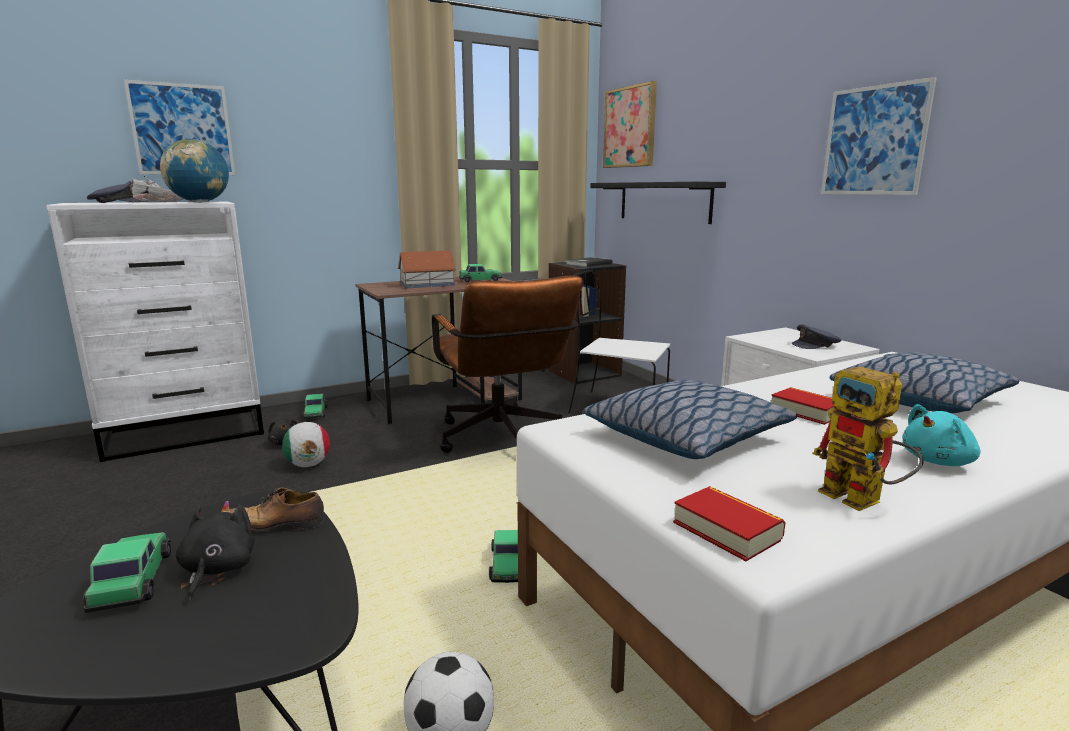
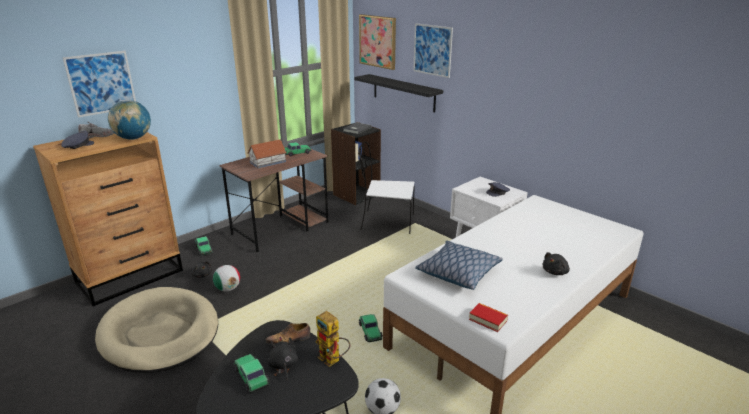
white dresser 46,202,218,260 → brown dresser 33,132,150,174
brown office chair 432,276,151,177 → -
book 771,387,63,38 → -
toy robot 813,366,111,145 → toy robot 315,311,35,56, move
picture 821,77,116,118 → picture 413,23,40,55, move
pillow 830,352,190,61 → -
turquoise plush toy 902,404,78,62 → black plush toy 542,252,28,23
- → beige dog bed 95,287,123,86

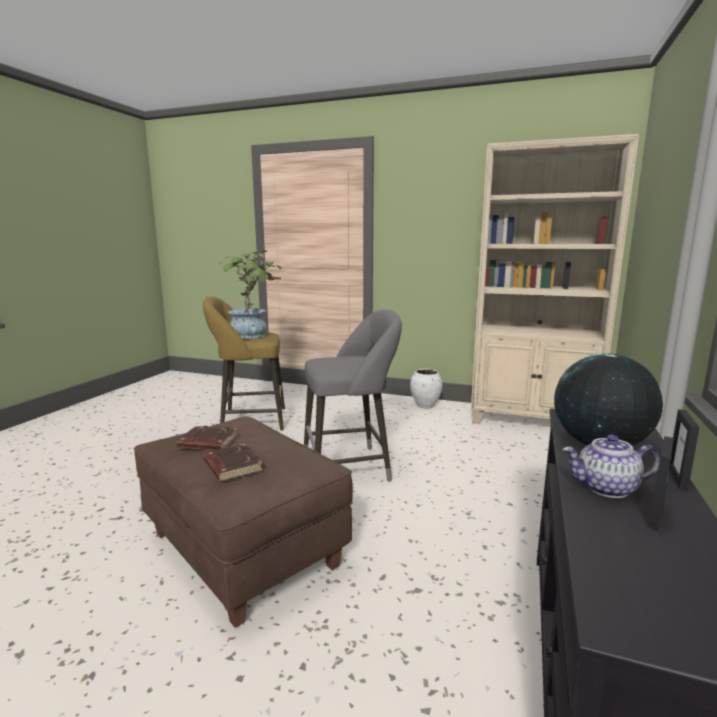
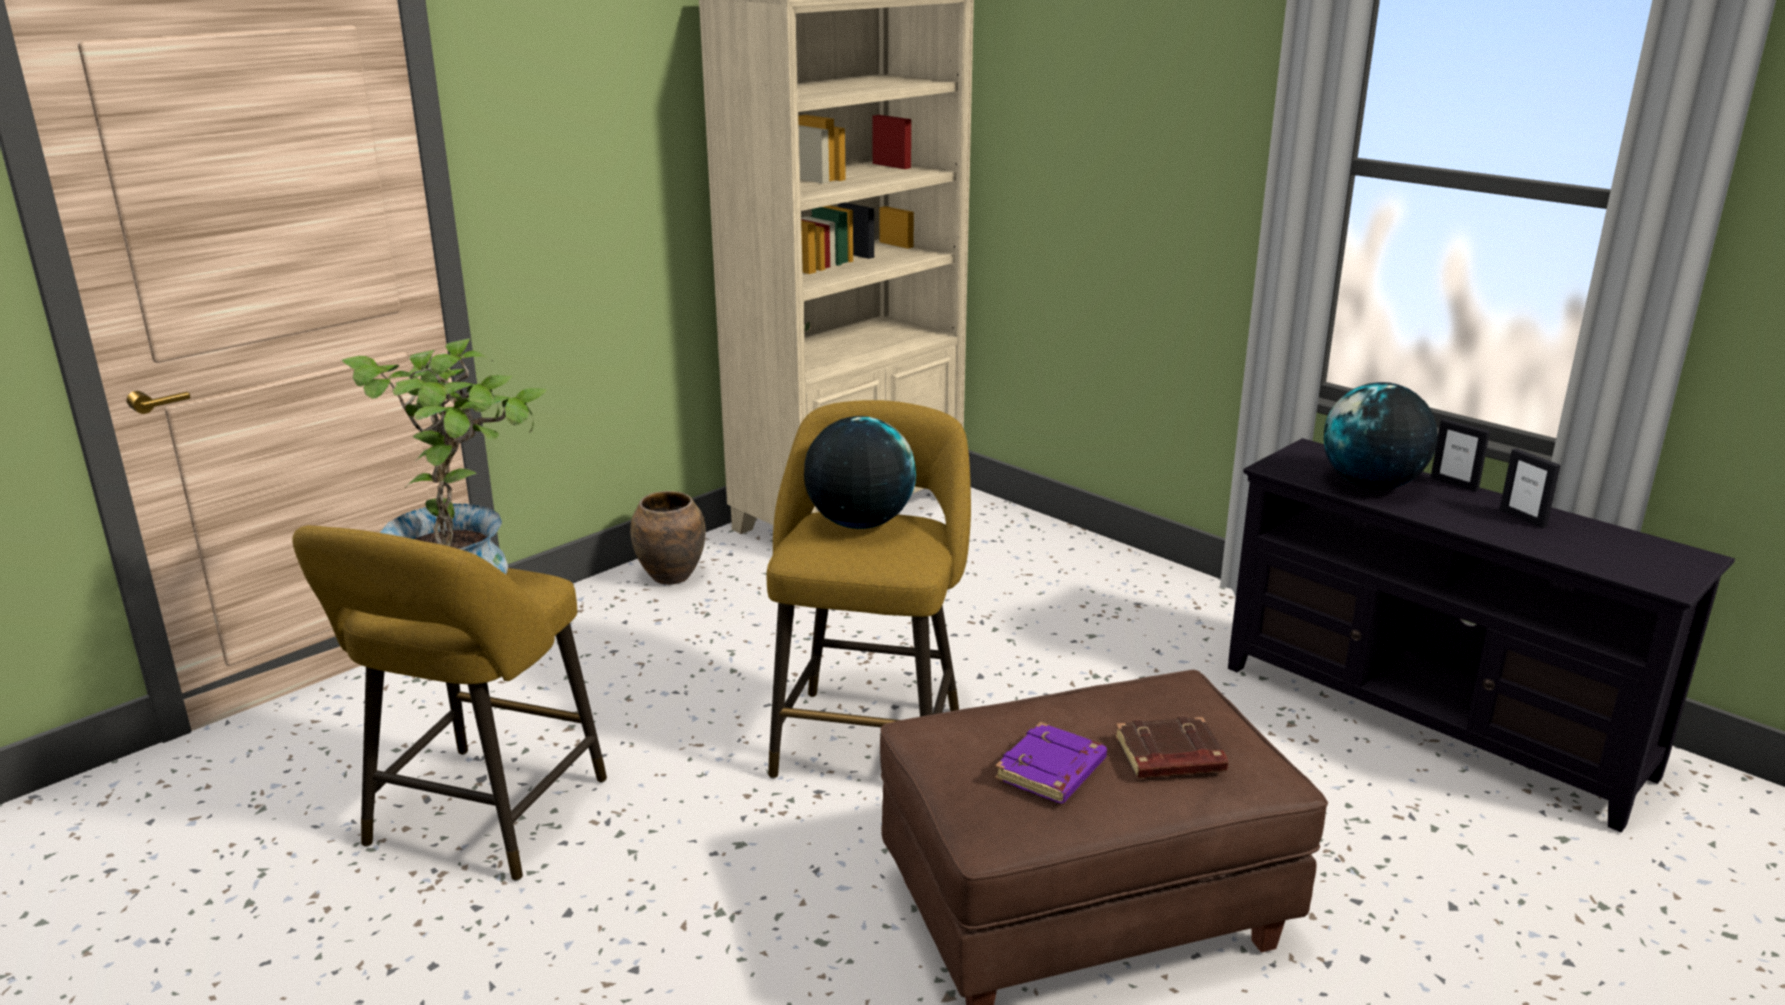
brown book 176,426,62,25 → purple book 995,722,112,81
grey stool 304,309,98,173 → yellow stool 767,400,204,379
white vase 410,368,33,41 → brown vase 630,491,76,94
teapot 563,434,97,64 → -
- → globe 804,416,112,113

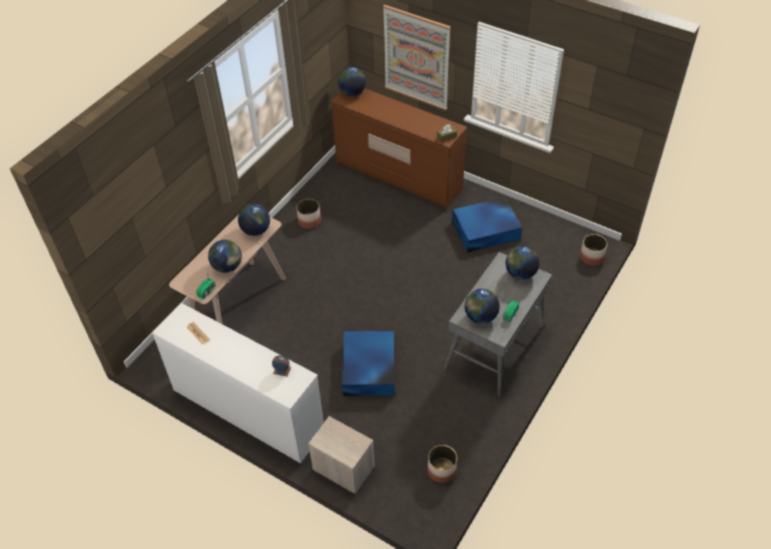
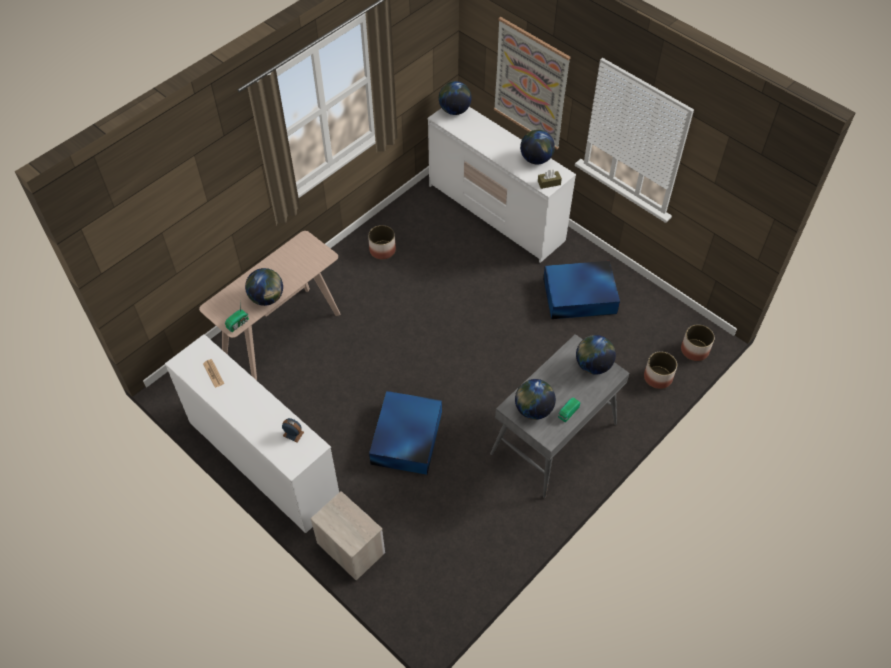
globe 238,204,32,32 → globe 520,130,35,34, move
brown dresser 331,88,136,121 → white dresser 427,107,149,156
planter 427,445,30,38 → planter 644,352,33,37, move

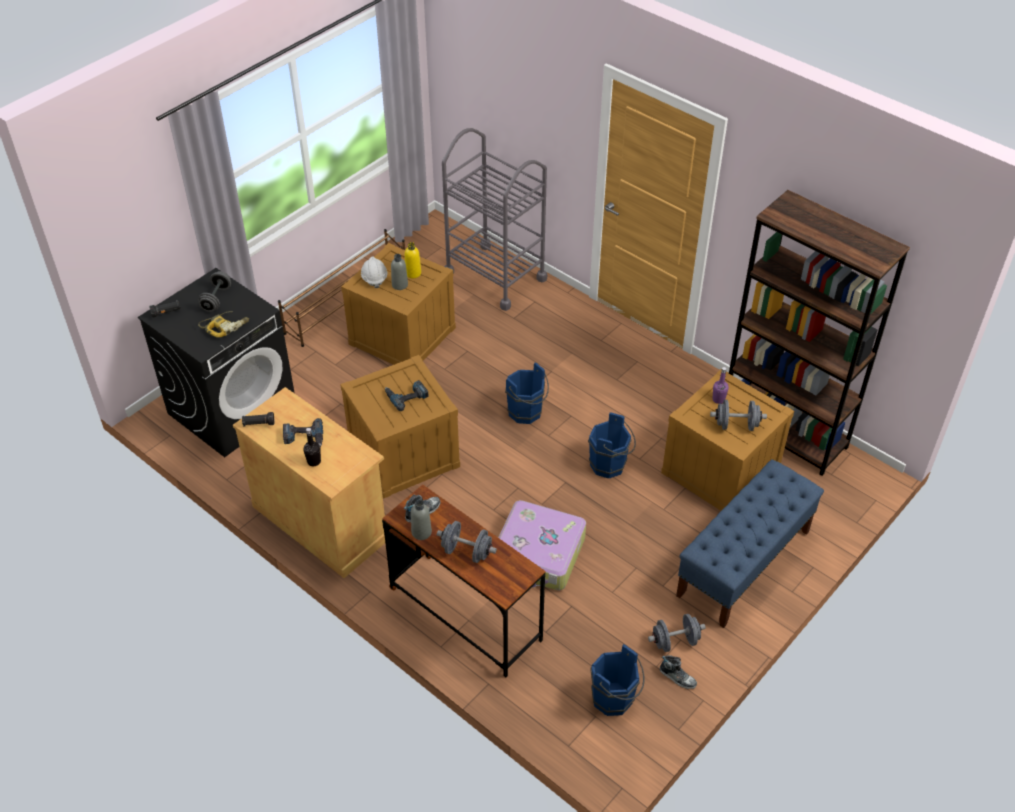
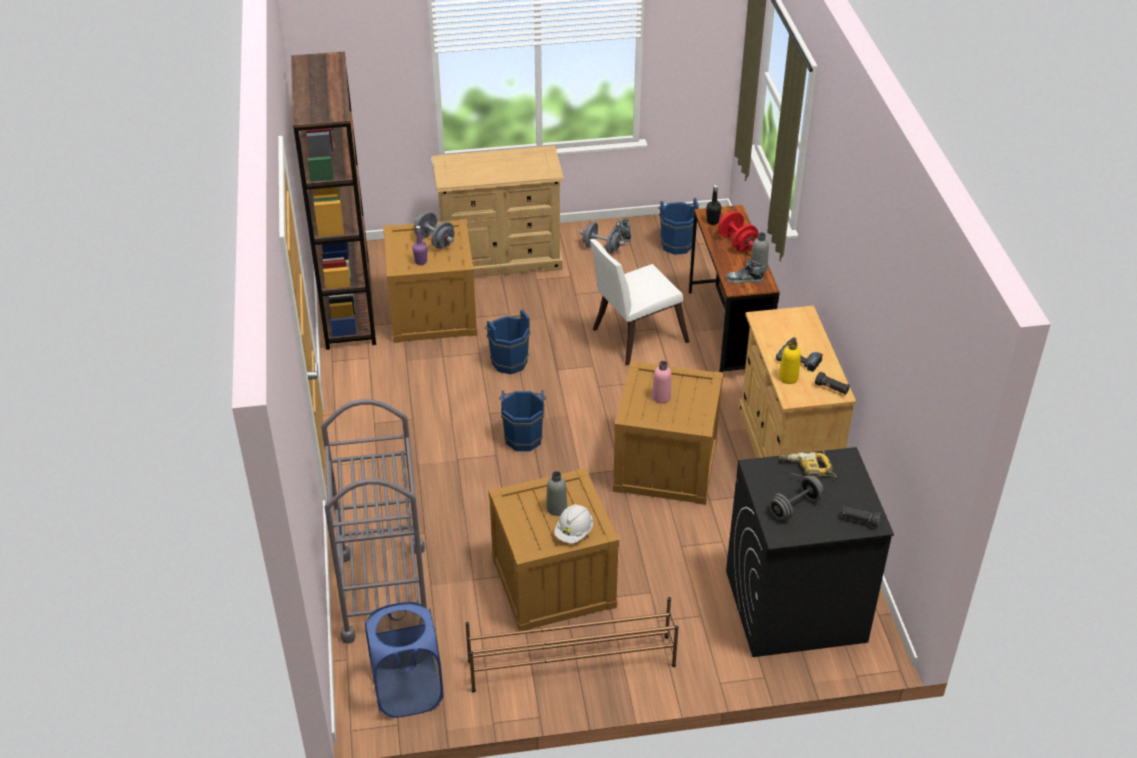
black bottle 303,428,18,38 → black bottle 706,185,15,40, move
power drill 385,380,44,31 → pink bottle 652,361,20,42
yellow bottle 405,242,16,36 → yellow bottle 779,340,22,44, move
grey dumbbell 437,521,60,42 → red dumbbell 718,211,40,40
suitcase 498,500,88,90 → white chair 590,239,99,126
blue bench 676,459,148,169 → beige dresser 432,146,132,130
- → blue laundry basket 365,601,78,117

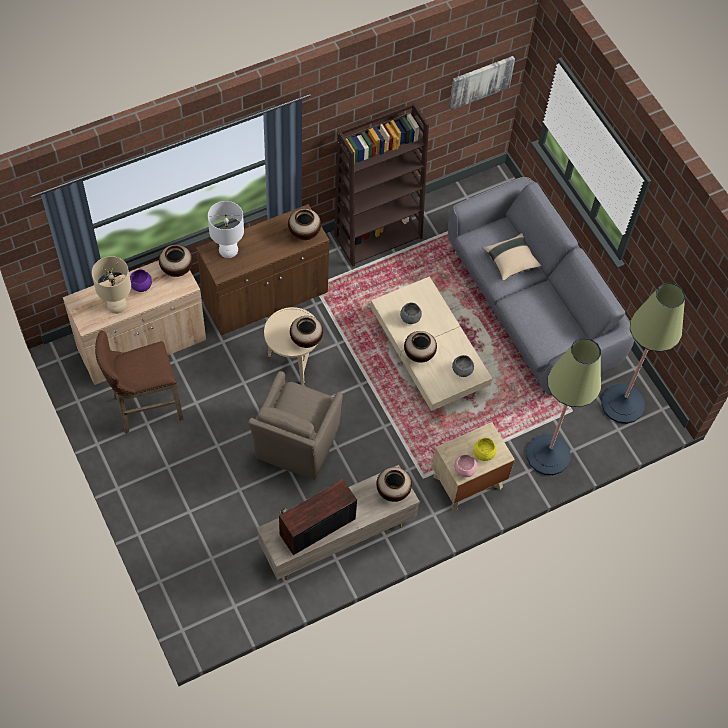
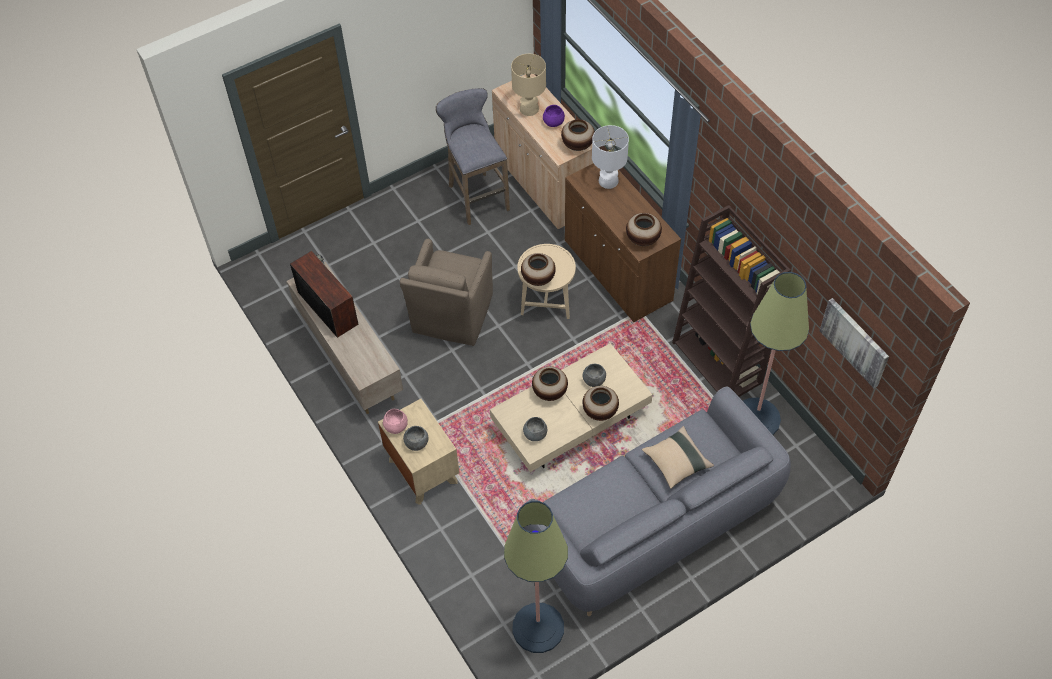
brown stool 95,330,89,104 → grey stool 436,88,74,137
brown armchair 249,371,94,109 → brown armchair 400,239,93,107, 90 degrees counterclockwise
vase 376,467,36,35 → vase 583,386,36,35, move
yellow bowl 473,438,24,23 → grey bowl 403,426,26,25
floor lamp 526,338,75,137 → floor lamp 743,272,66,163, move

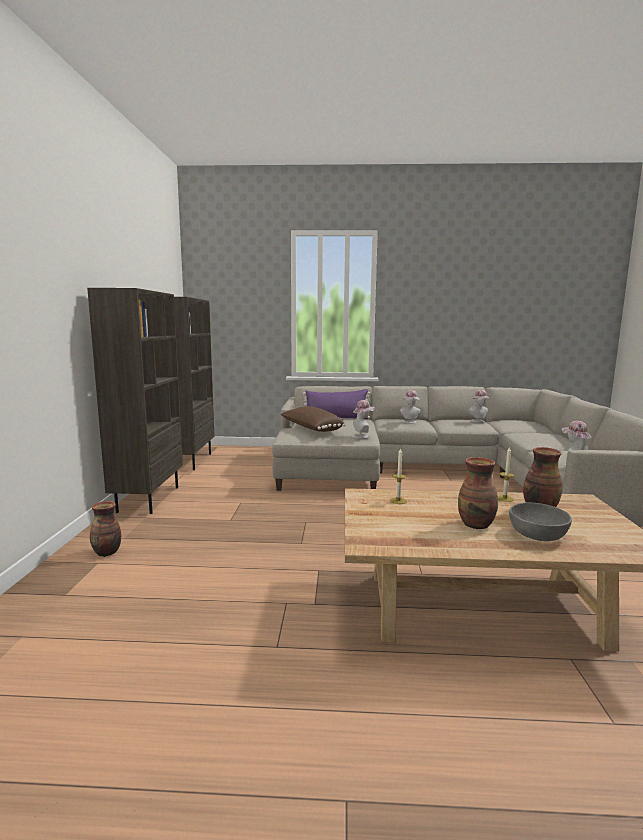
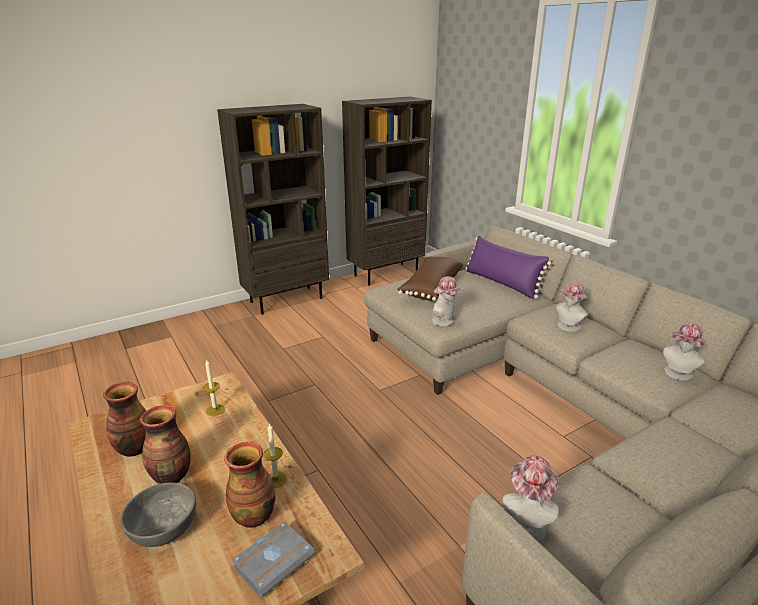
vase 90,501,31,56 → vase 103,382,43,75, move
- → grey book 232,521,83,77

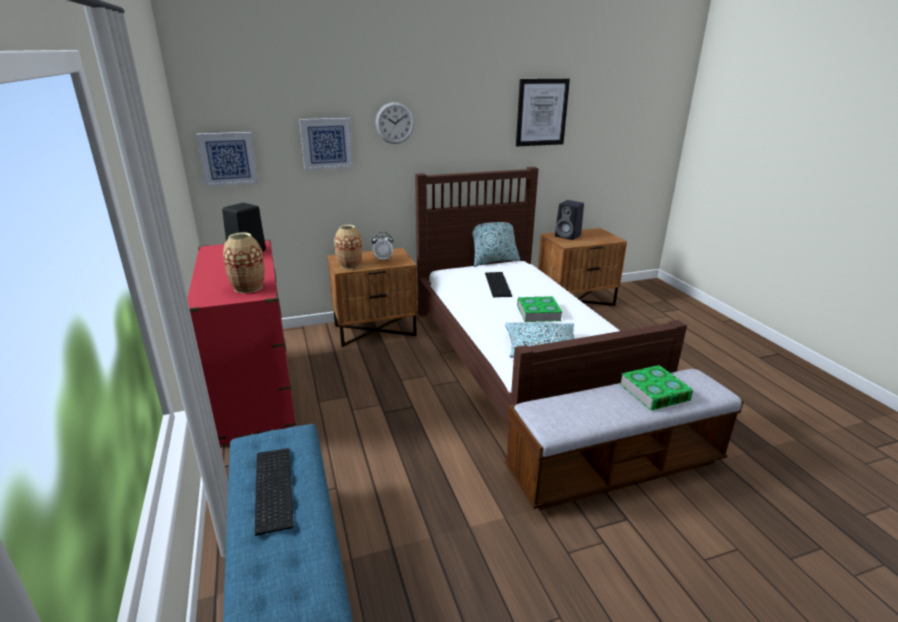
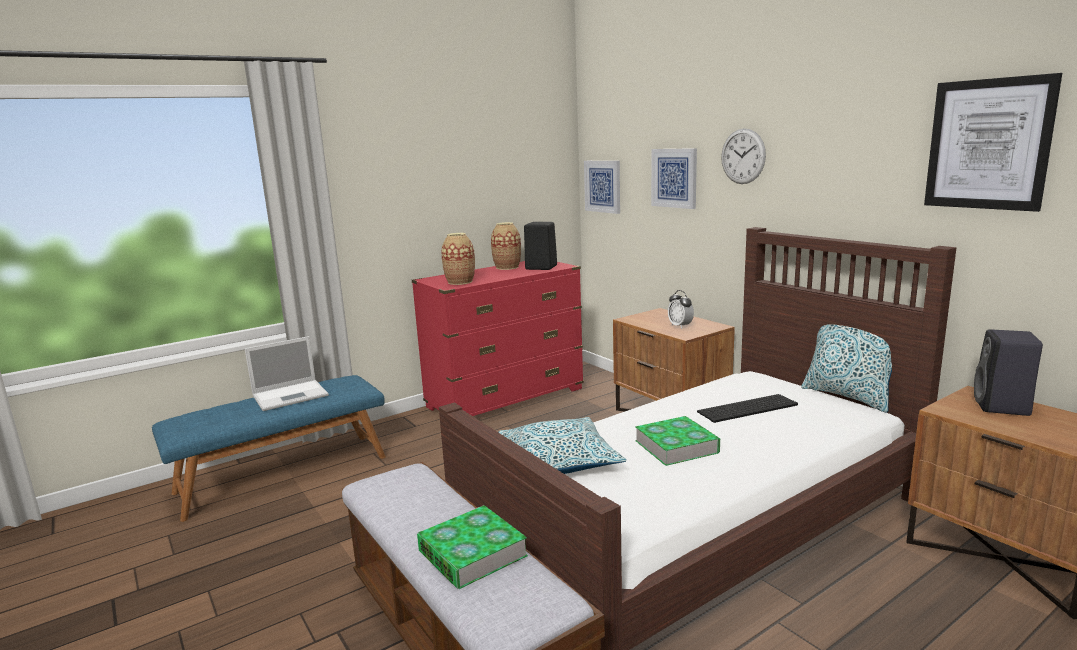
keyboard 255,448,39,88 → laptop 245,336,84,75
vase 334,225,28,44 → vase 491,222,30,48, move

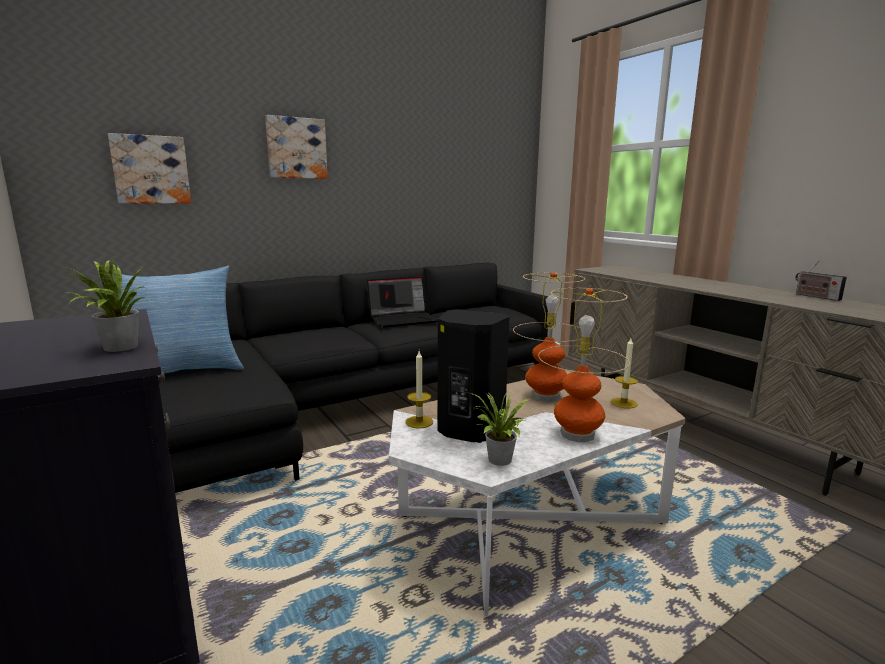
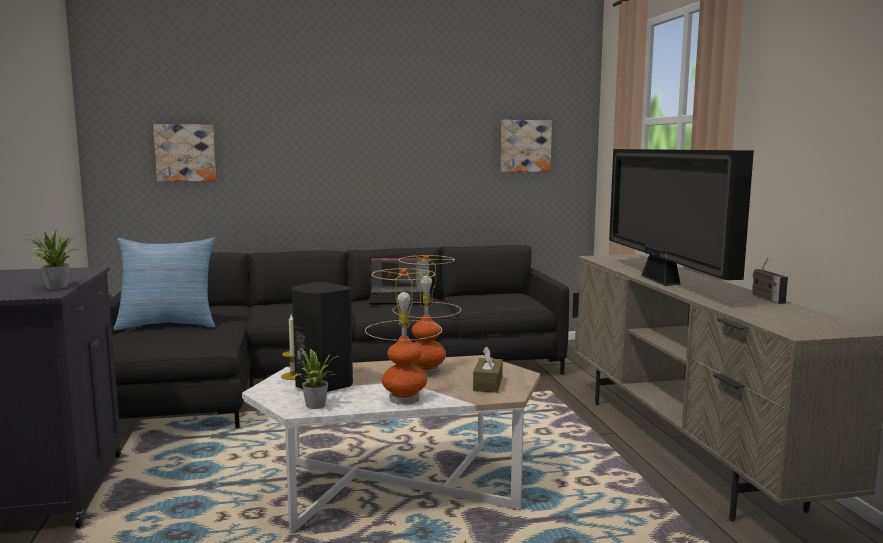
picture 265,115,63,64 → picture 501,120,51,52, move
candle 611,338,27,71 → brown tissue box 473,346,30,47
- → television 609,149,145,137

